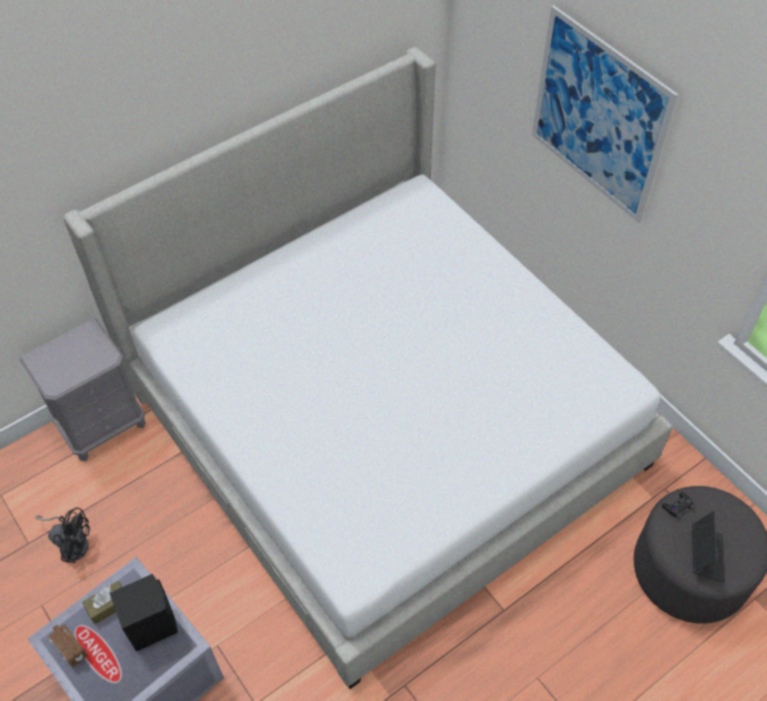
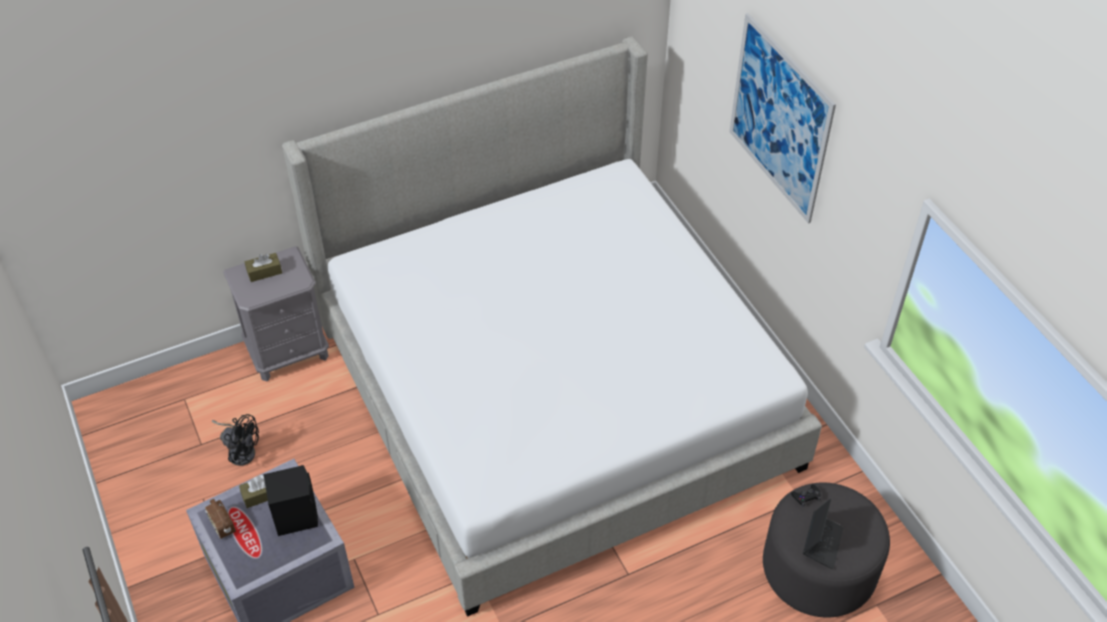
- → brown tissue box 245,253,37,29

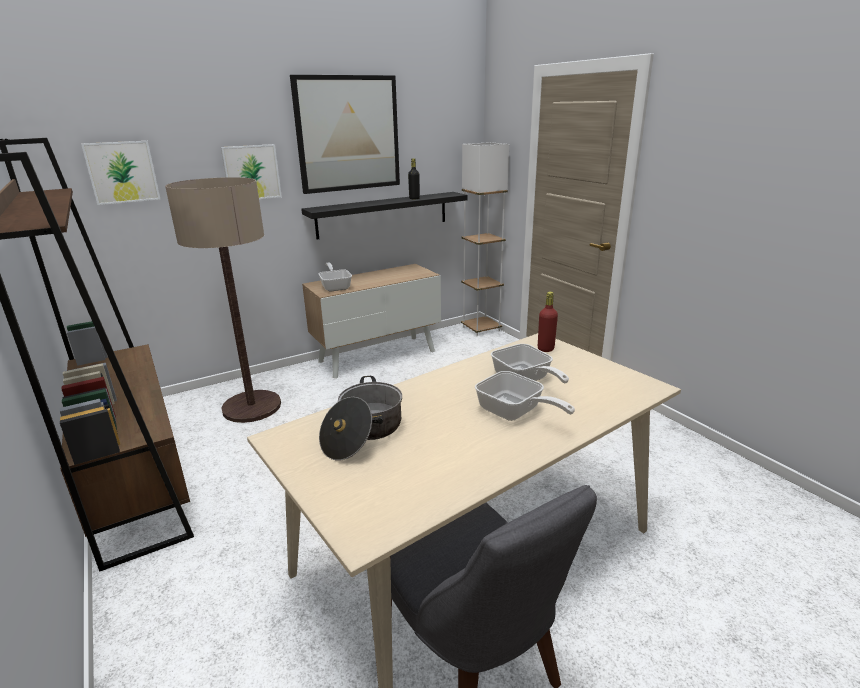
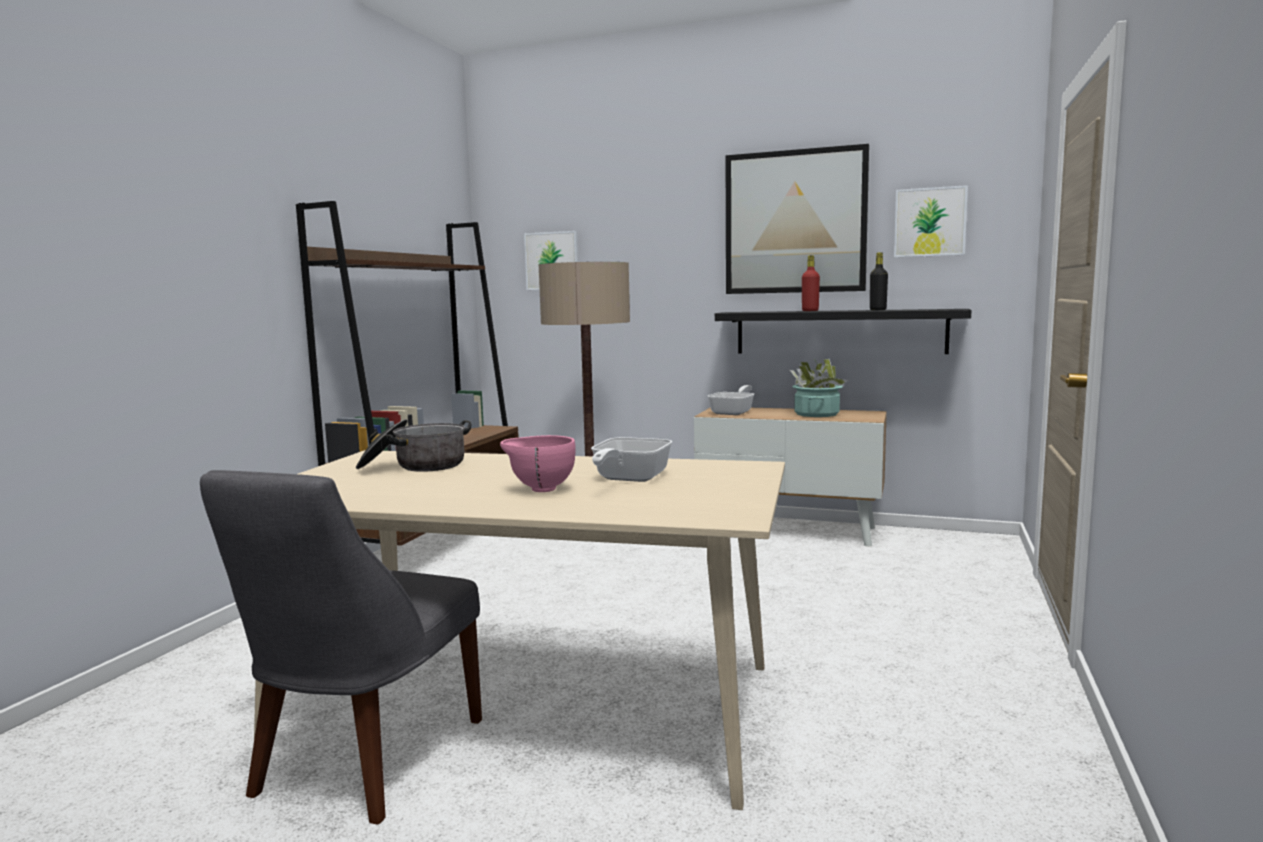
picture 221,144,61,55 → picture 894,185,74,72, move
white floor lamp 461,142,48,194 → -
frying pan 475,371,100,50 → pink bowl 500,435,76,57
red bottle 538,291,20,61 → red bottle 802,255,18,56, move
- → potted plant 790,359,59,58

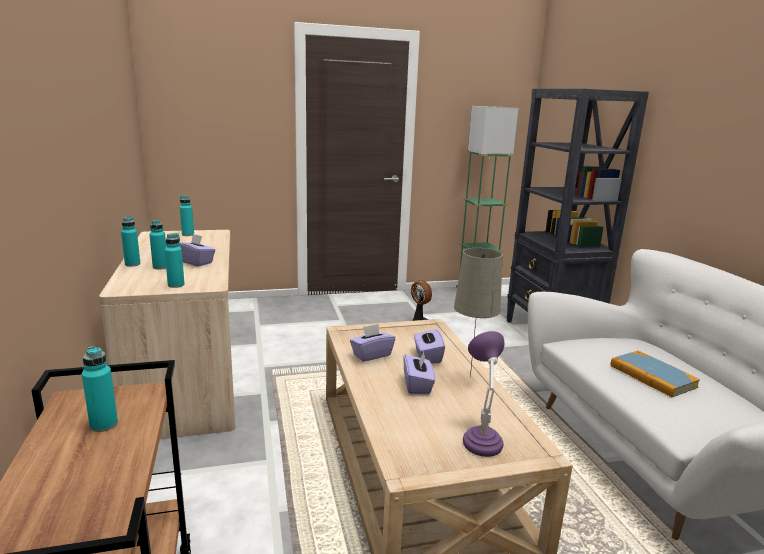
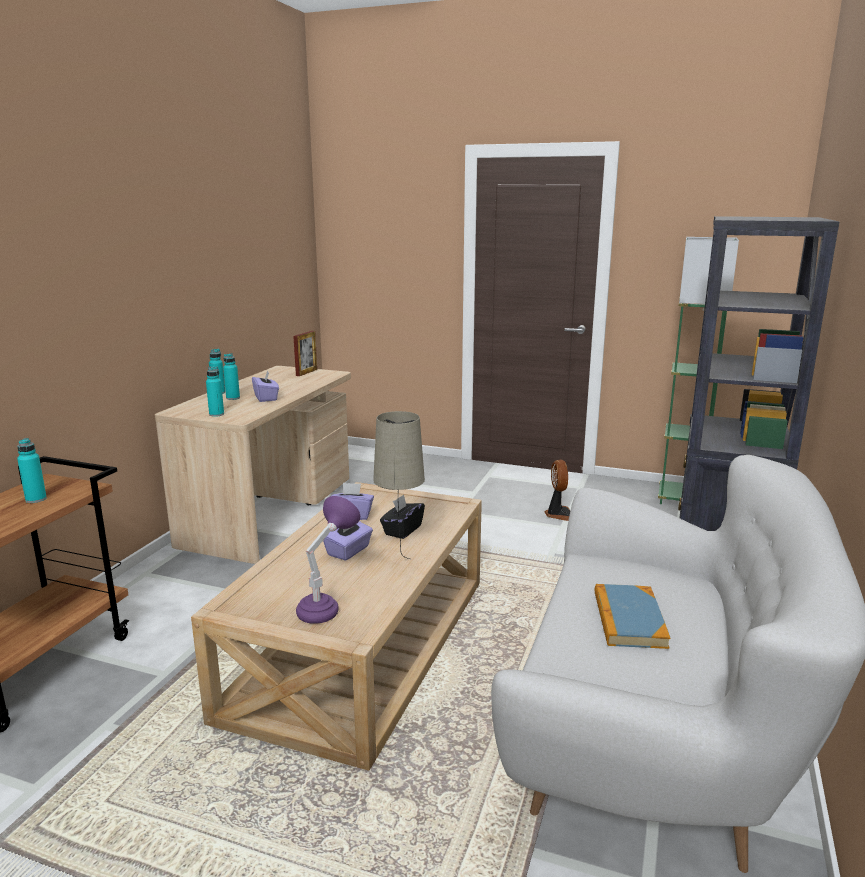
turquoise bottle 180,195,14,41 → picture frame 293,331,24,45
purple tissue box 414,327,31,36 → black tissue box 380,495,45,44

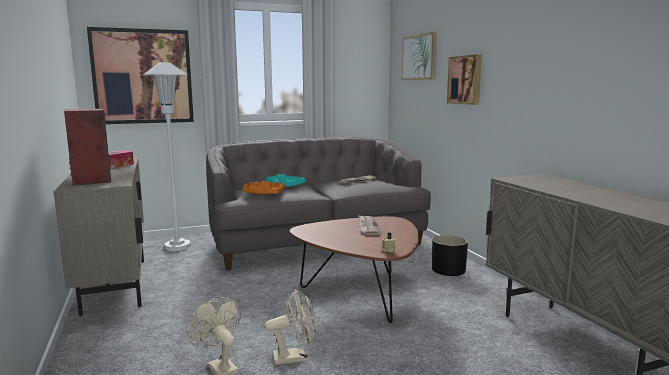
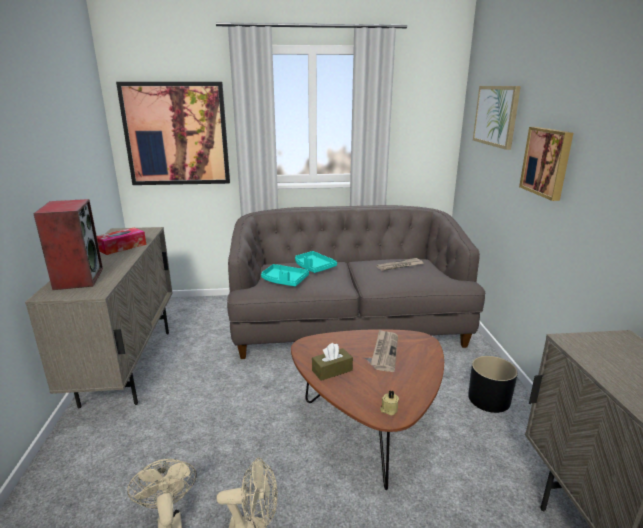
white floor lamp 143,62,48,189 → -
orange tray 243,181,42,13 → turquoise tray 261,264,48,22
- → brown tissue box 312,343,41,38

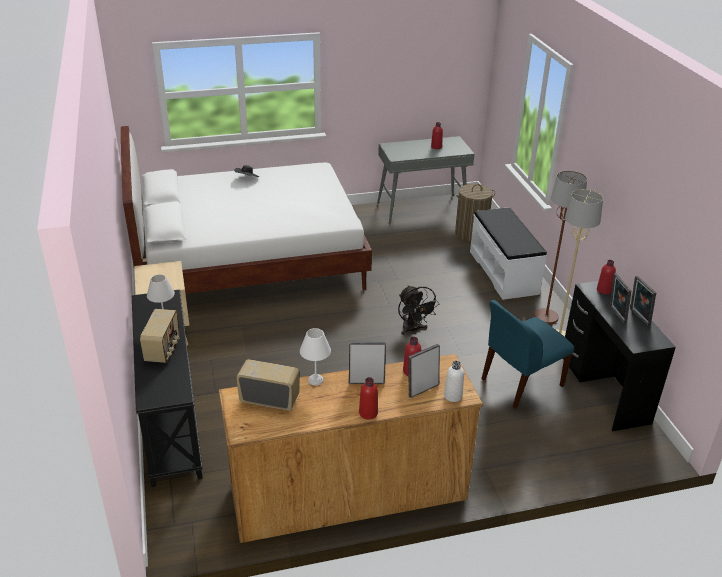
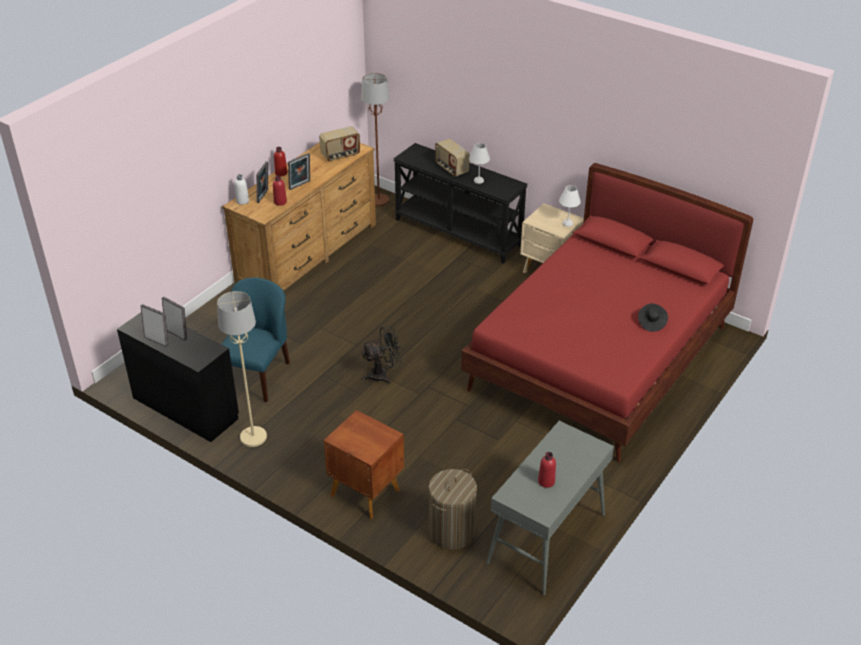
white bed 121,126,251,168 → red bed 461,163,292,299
white table lamp 300,328,31,58 → white table lamp 559,185,22,42, move
black fan 398,285,41,50 → black fan 362,326,40,58, 135 degrees clockwise
white bench 470,207,77,93 → brown nightstand 324,410,80,109
brown floor lamp 534,171,53,153 → brown floor lamp 361,73,28,133, move
red bottle 597,260,19,34 → -

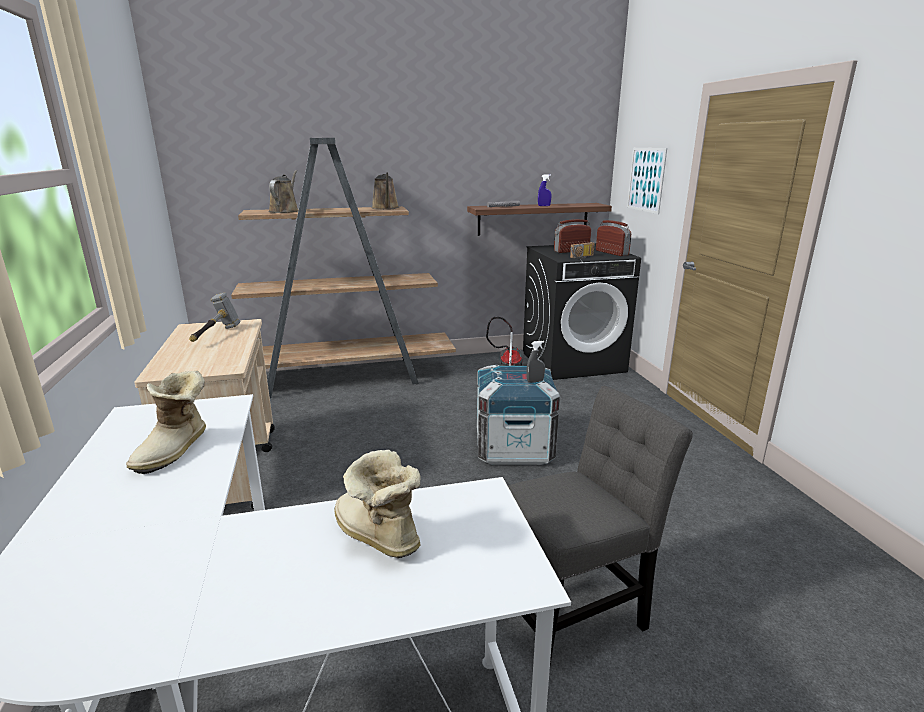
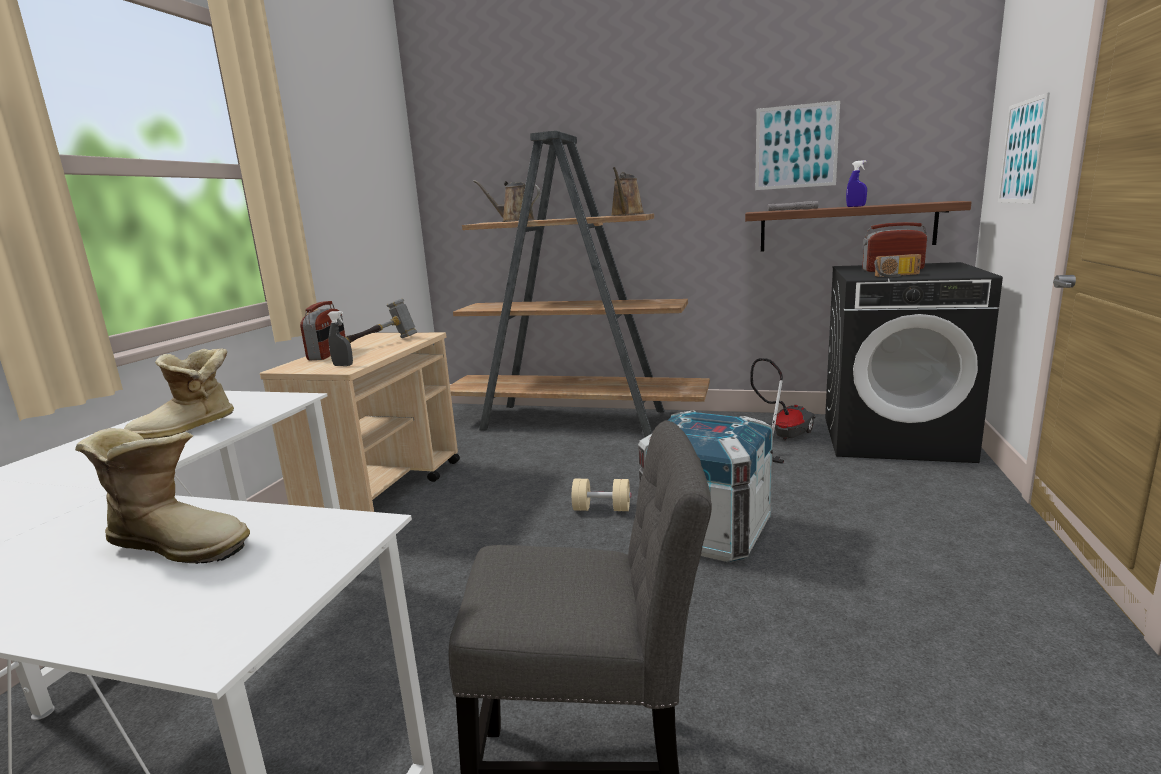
brown watering can 268,170,30,43 → brown watering can 473,180,67,42, 105 degrees counterclockwise
boot 334,450,87,108 → boot 75,428,175,136, 120 degrees clockwise
grey spray bottle 527,341,18,42 → grey spray bottle 327,311,26,55, move
radio 596,220,35,36 → radio 300,301,45,59, move
- → beige dumbbell 571,479,60,32
- → picture 755,101,85,89

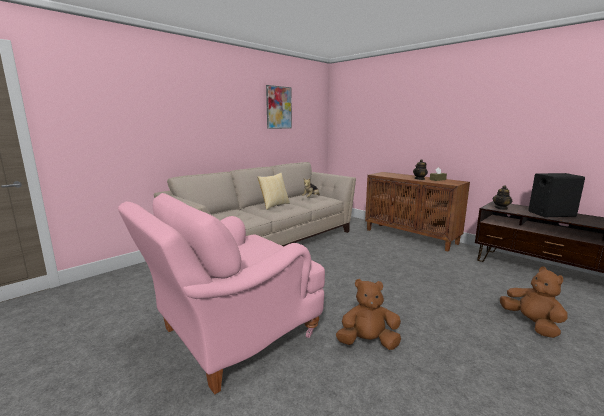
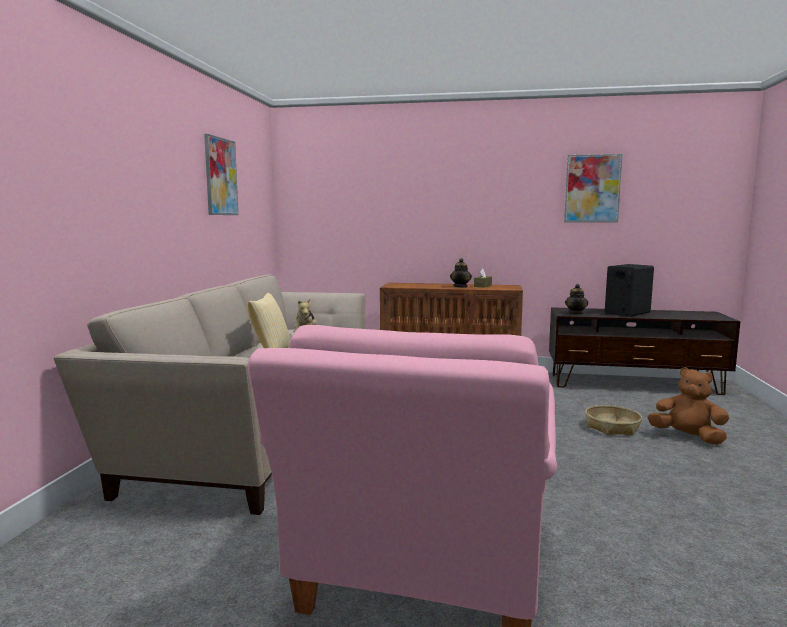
brown plush toy 336,279,65,71 → -
- → picture 564,154,59,68
- → basket 585,405,57,30

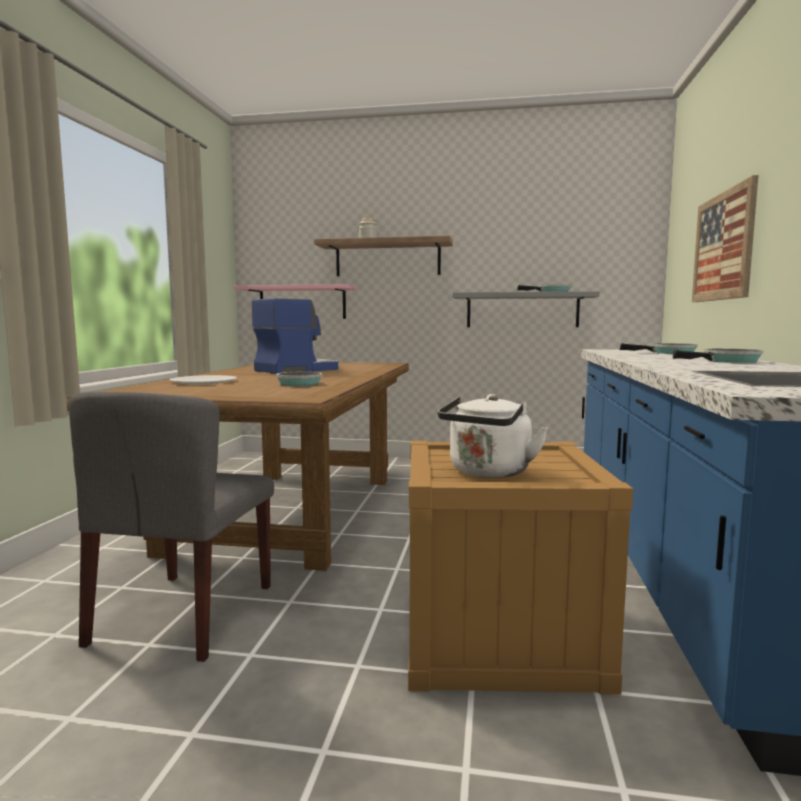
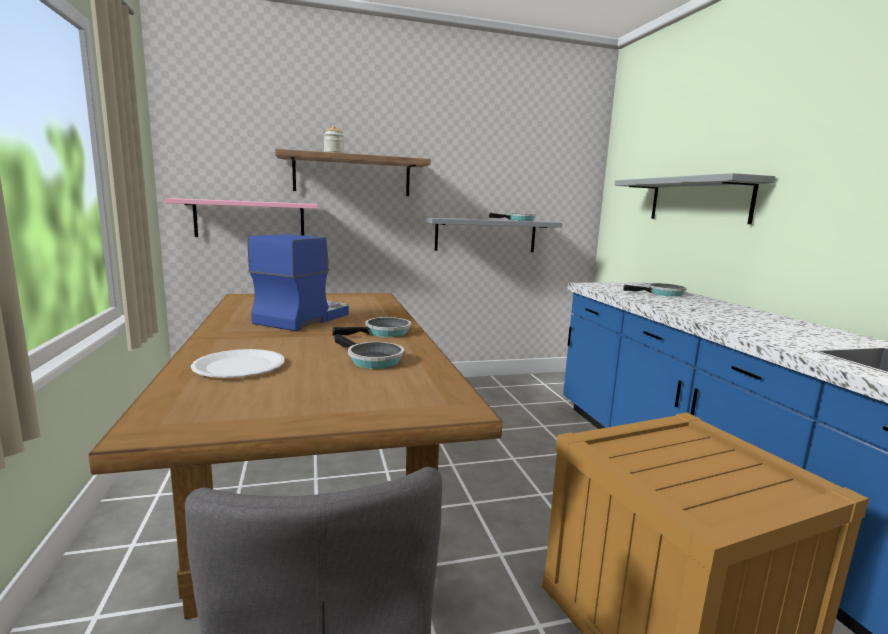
white kettle 438,394,110,84 → -
frying pan 673,349,90,14 → frying pan 332,317,79,20, move
picture 692,175,66,127 → grey shelf 614,173,161,51

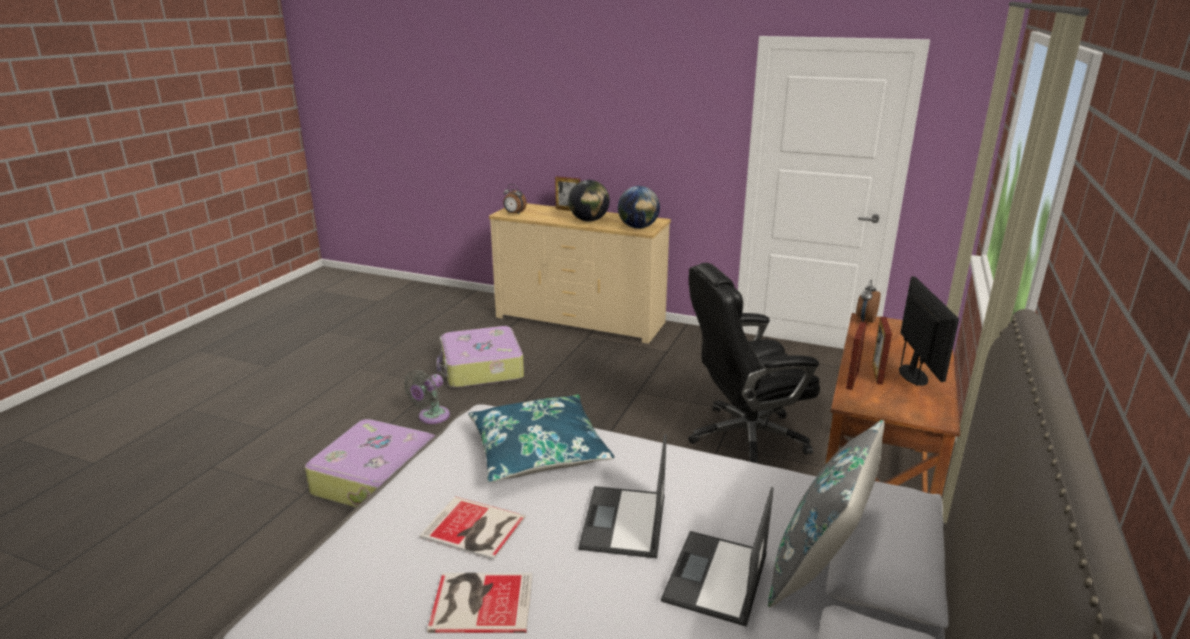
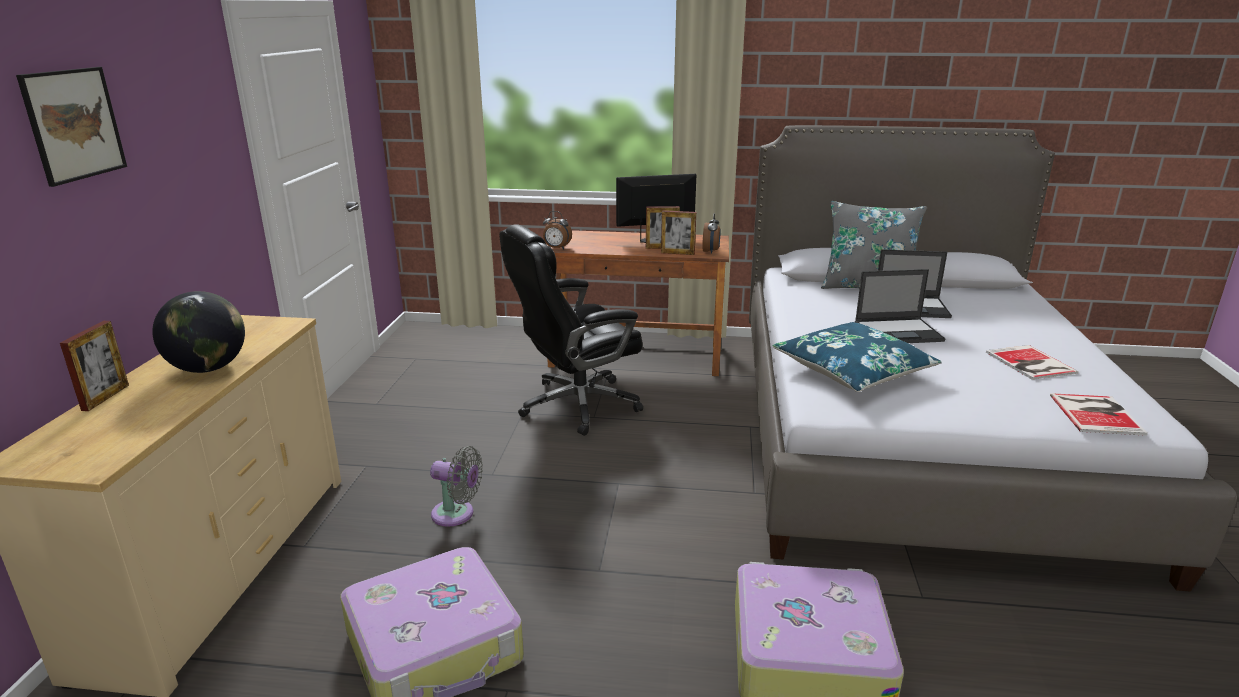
grey fan 404,370,46,54 → grey fan 430,446,53,81, move
book 419,496,107,64 → book 1050,393,98,43, move
alarm clock 503,184,24,30 → alarm clock 702,213,19,41, move
globe 618,186,42,43 → -
black office chair 688,263,132,200 → black office chair 499,224,144,212, 90 degrees clockwise
- → picture 16,67,111,120

